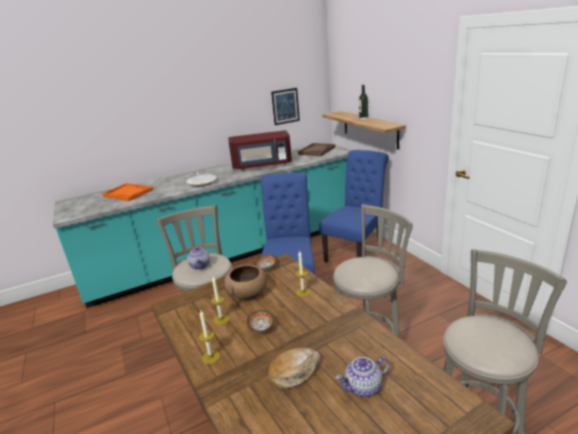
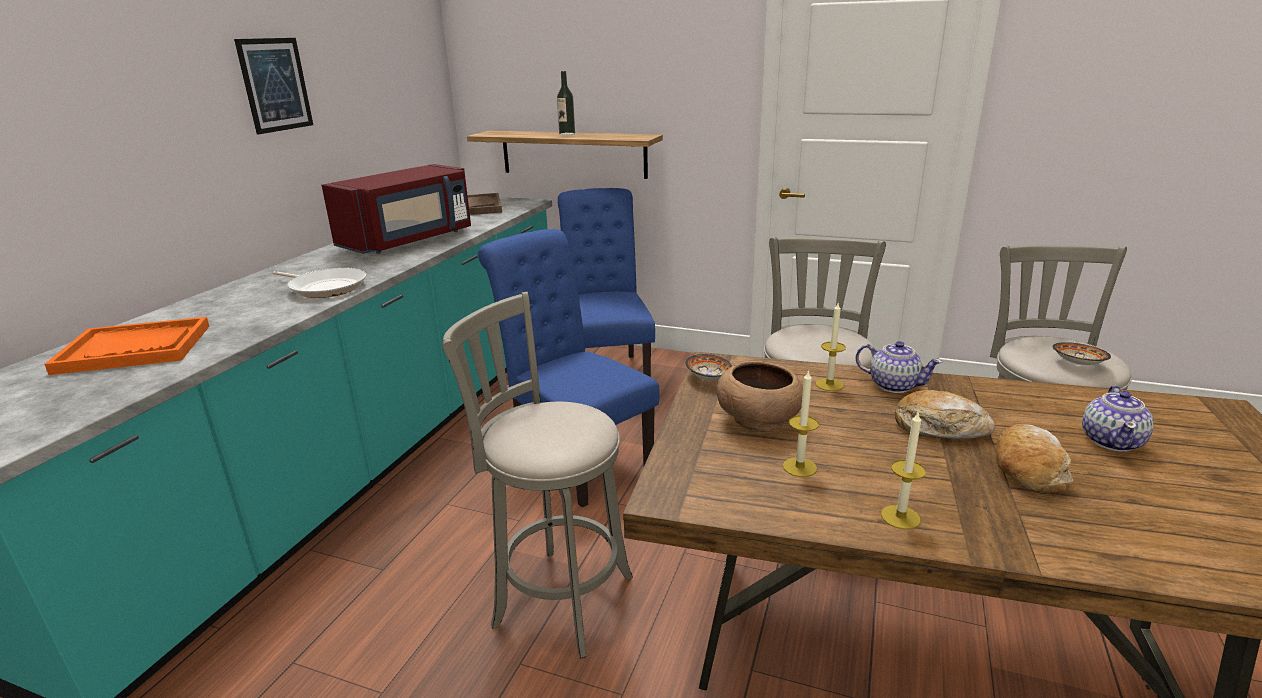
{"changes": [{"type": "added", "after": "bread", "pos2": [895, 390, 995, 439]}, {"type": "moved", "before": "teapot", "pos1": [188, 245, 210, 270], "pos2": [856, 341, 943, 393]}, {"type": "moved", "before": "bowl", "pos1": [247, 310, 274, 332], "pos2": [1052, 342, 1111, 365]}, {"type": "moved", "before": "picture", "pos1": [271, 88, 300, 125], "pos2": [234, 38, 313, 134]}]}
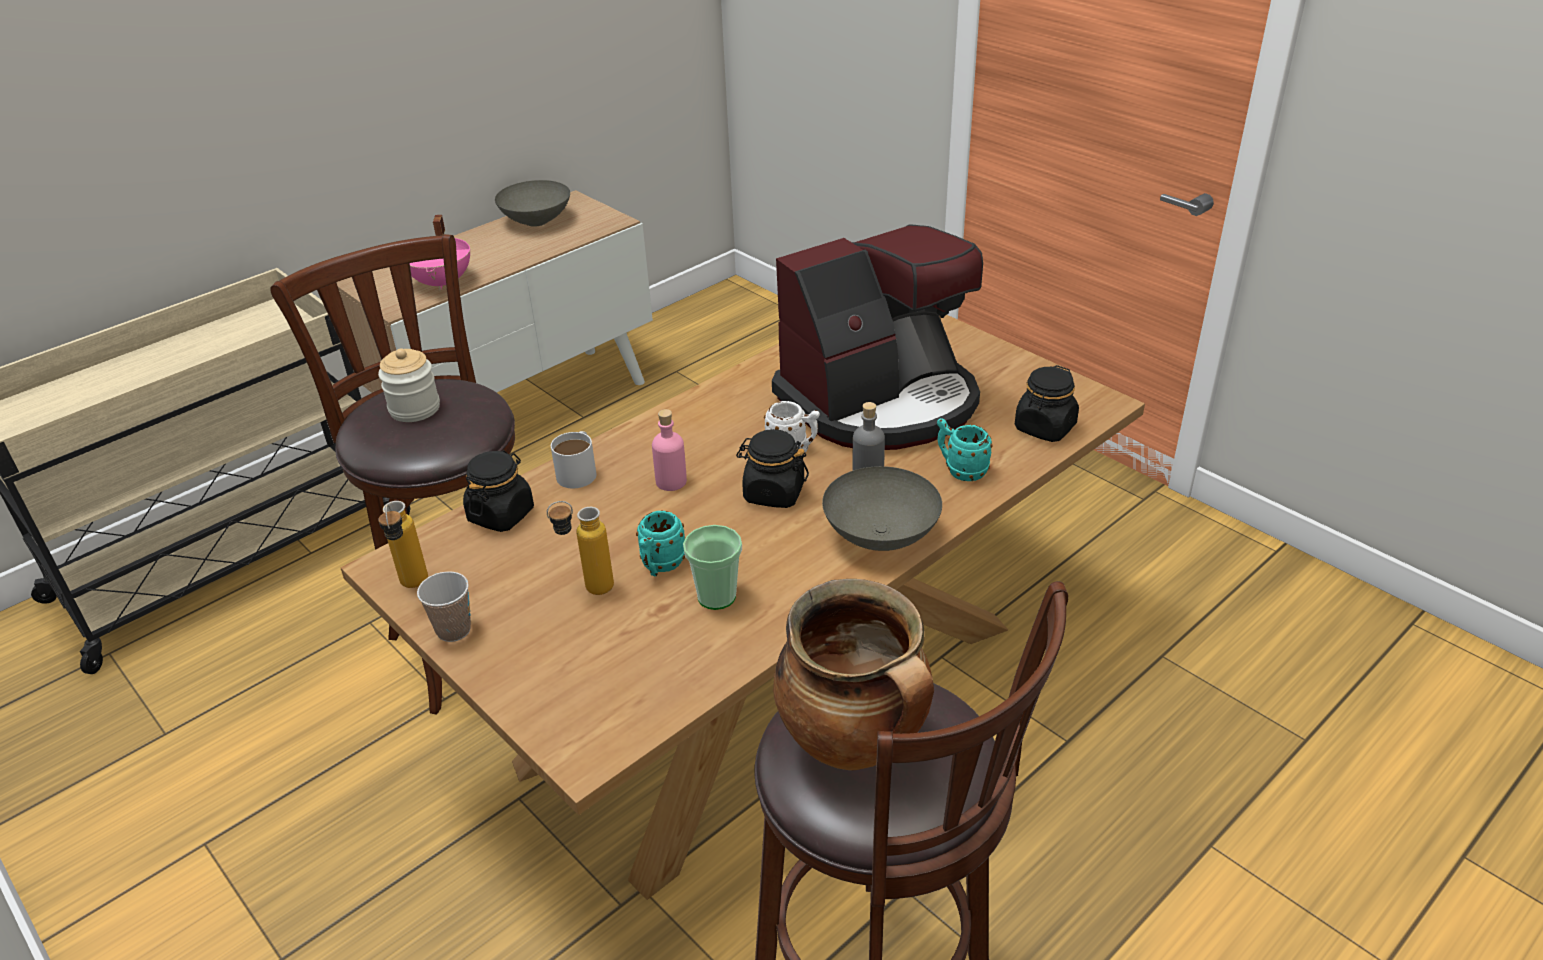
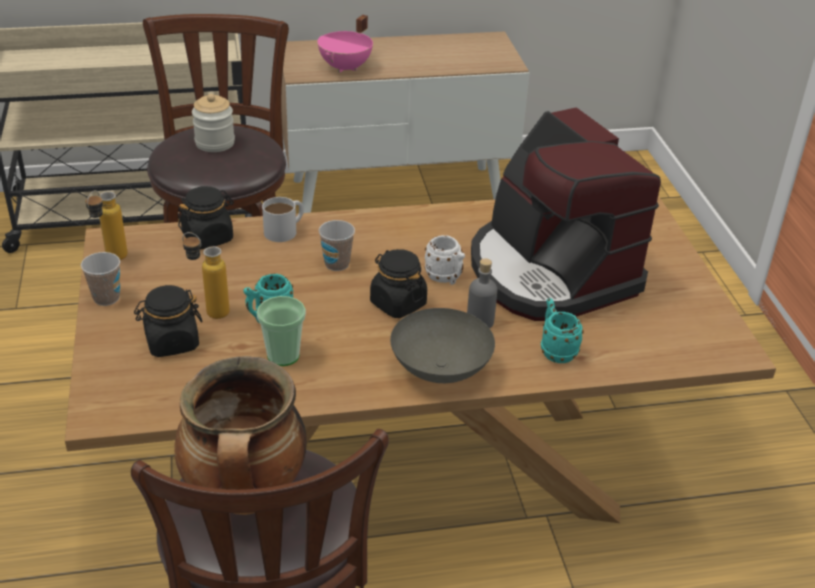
{"changes": [{"type": "removed", "before": "grey bowl", "pos1": [495, 180, 570, 227]}, {"type": "moved", "before": "black jar", "pos1": [1015, 365, 1079, 442], "pos2": [134, 285, 203, 357]}, {"type": "replaced", "before": "pink bottle", "after": "cup", "pos1": [652, 409, 687, 491], "pos2": [319, 220, 355, 271]}, {"type": "turned", "before": "coffee machine", "pos1": [772, 224, 983, 450], "pos2": [471, 107, 661, 321], "turn": 60}]}
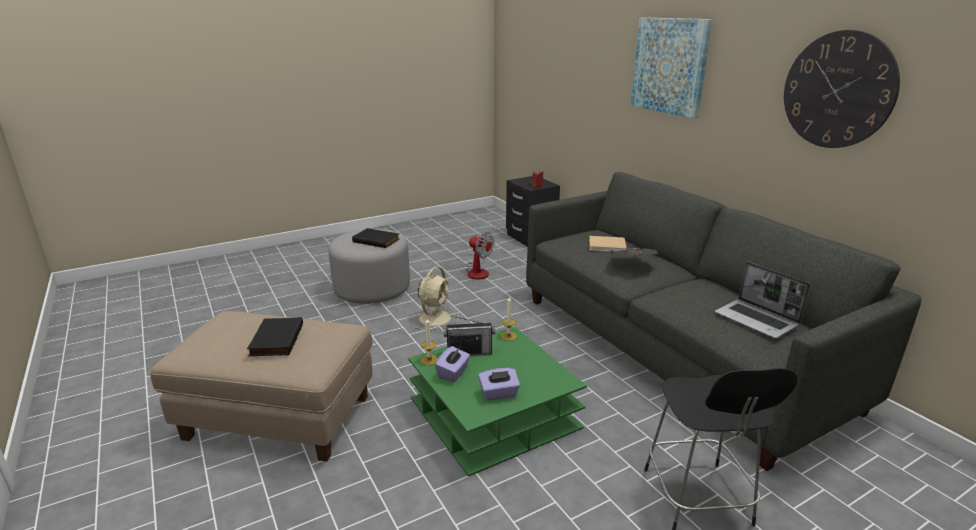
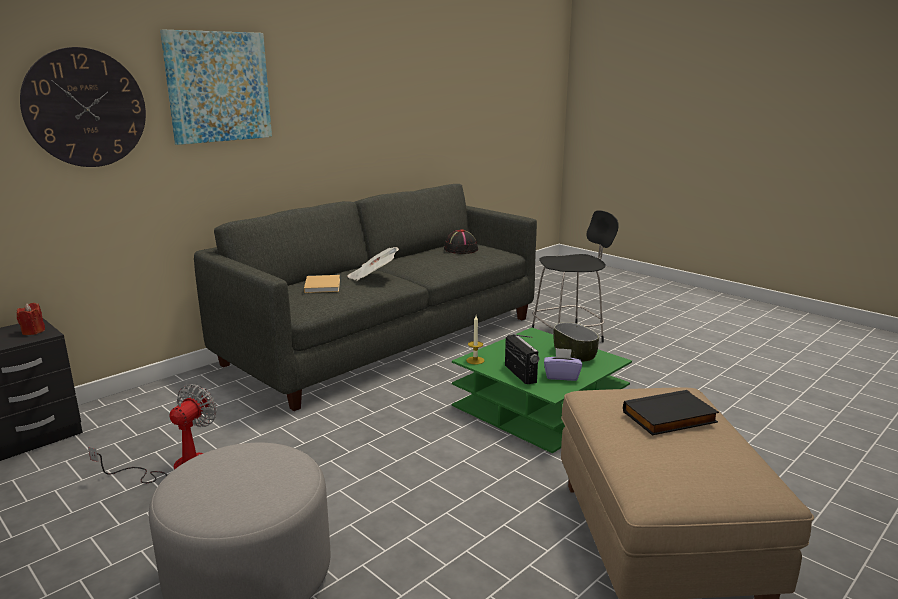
{"changes": [{"type": "removed", "before": "black book", "pos1": [352, 228, 399, 248]}, {"type": "removed", "before": "beige fan", "pos1": [413, 266, 459, 330]}, {"type": "removed", "before": "candle", "pos1": [421, 317, 438, 365]}, {"type": "moved", "before": "wall clock", "pos1": [784, 30, 900, 148], "pos2": [20, 47, 146, 167]}, {"type": "replaced", "before": "purple tissue box", "after": "bowl", "pos1": [478, 368, 520, 401], "pos2": [553, 322, 599, 362]}, {"type": "replaced", "before": "laptop", "after": "black hat", "pos1": [715, 262, 810, 339], "pos2": [444, 229, 478, 254]}]}
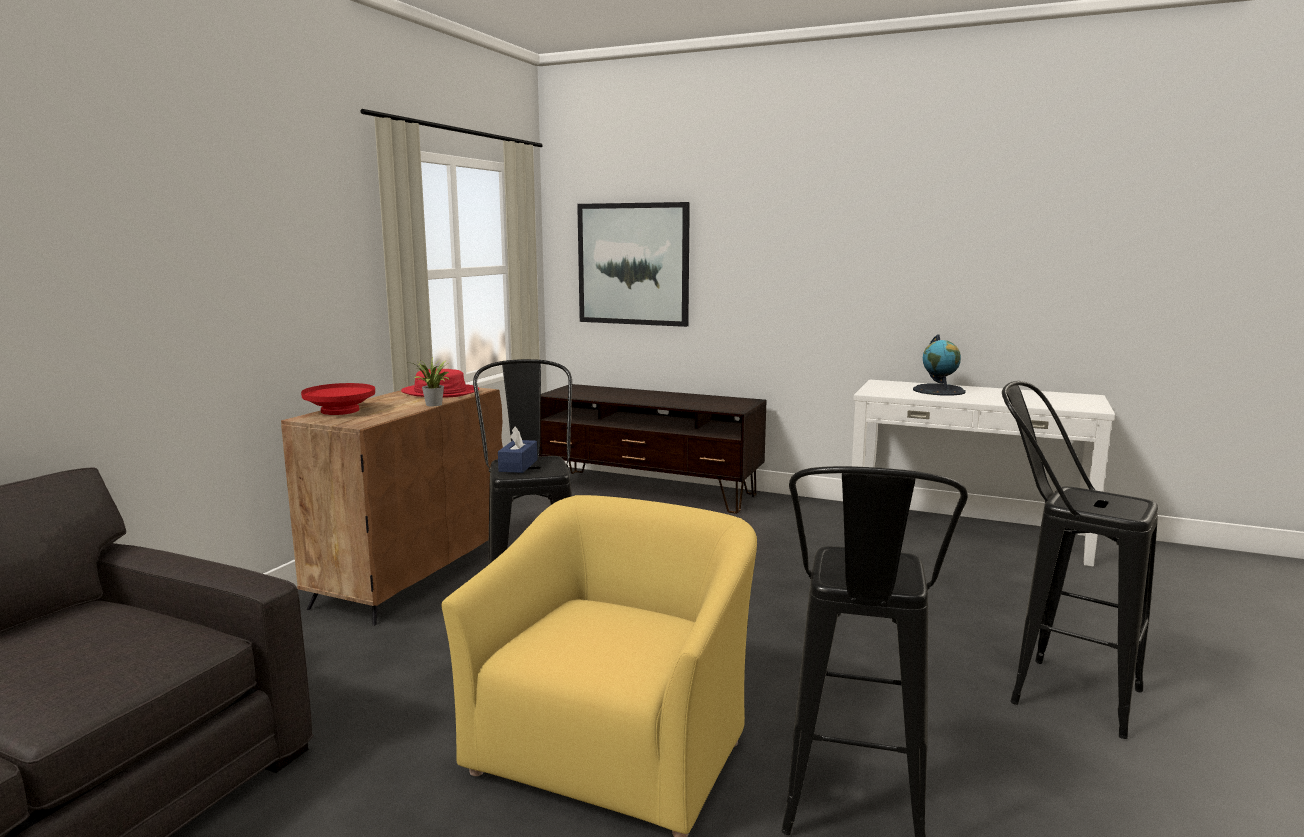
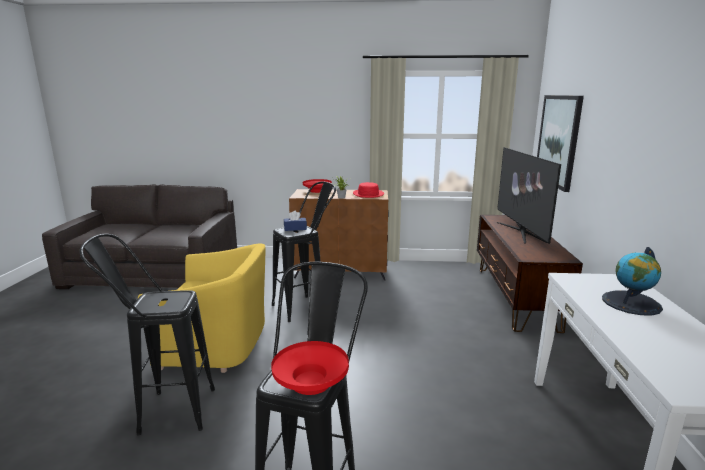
{"changes": [{"type": "added", "after": "red bowl", "pos2": [271, 341, 349, 395]}, {"type": "added", "after": "television", "pos2": [497, 147, 561, 244]}]}
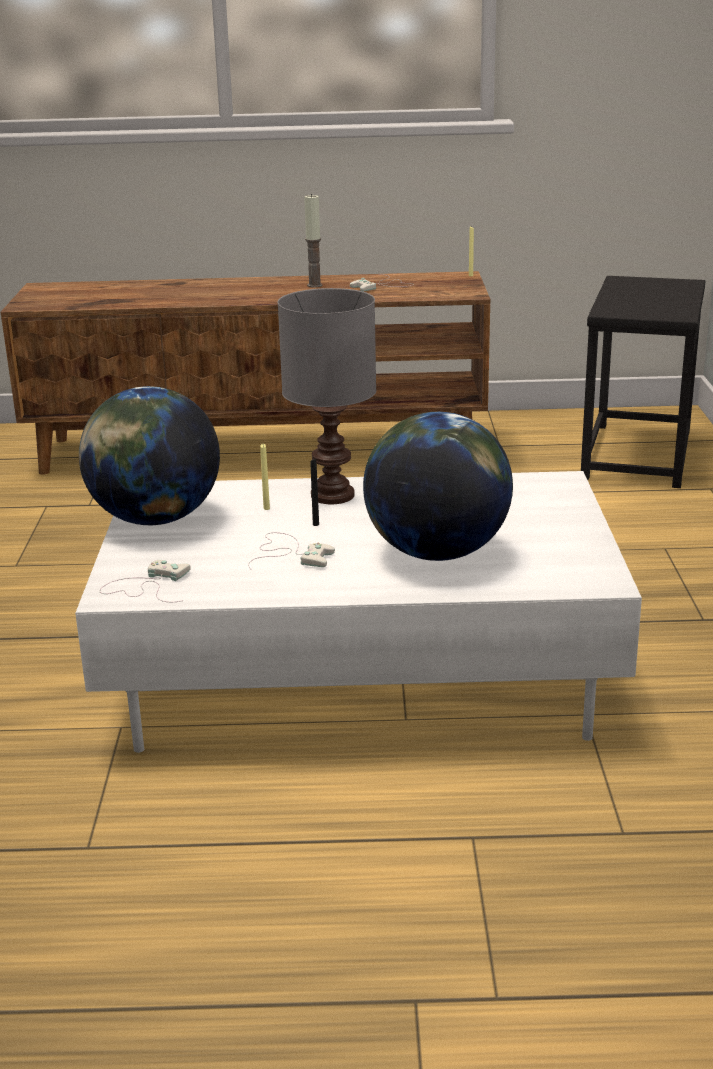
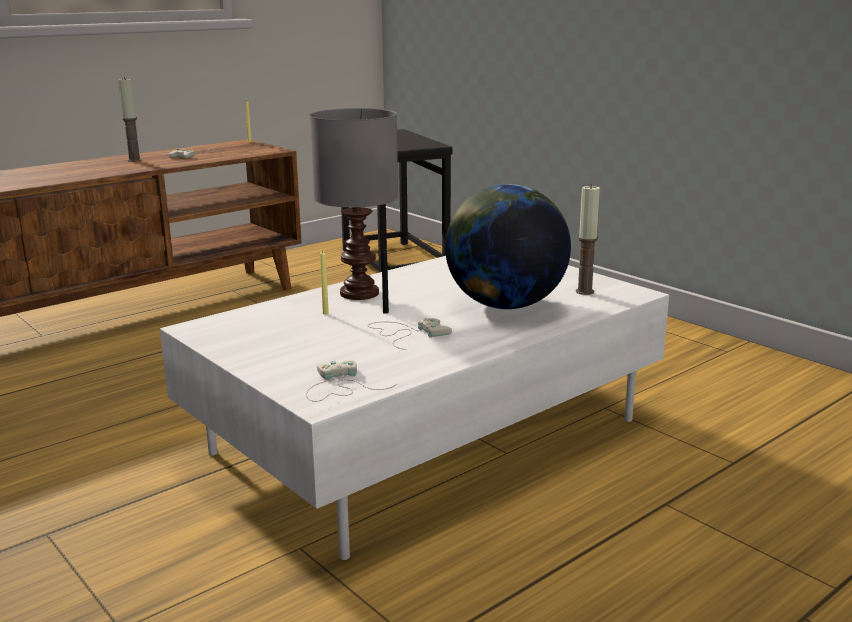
{"changes": [{"type": "removed", "before": "globe", "pos1": [79, 386, 220, 525]}, {"type": "added", "after": "candle", "pos2": [576, 184, 600, 295]}]}
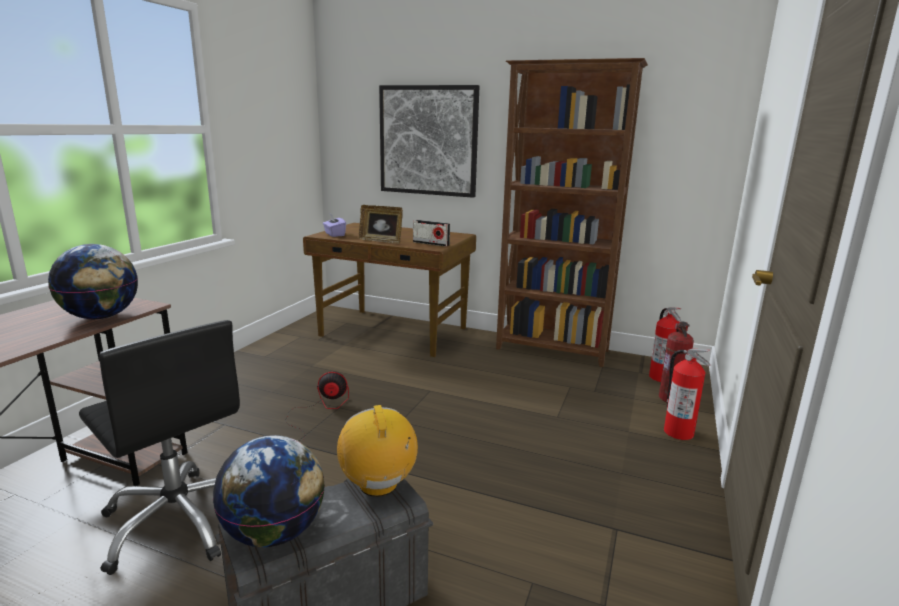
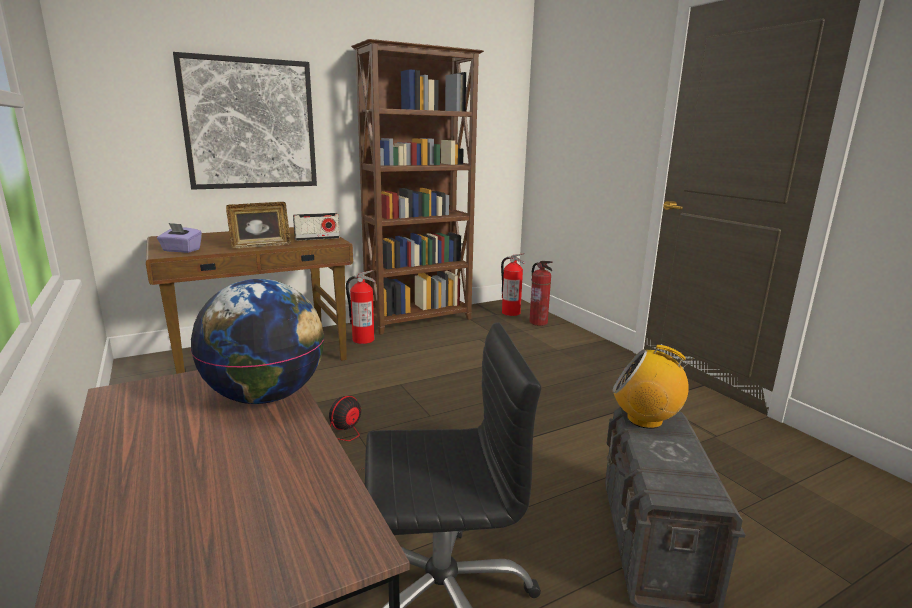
{"changes": [{"type": "removed", "before": "globe", "pos1": [213, 435, 325, 547]}, {"type": "moved", "before": "fire extinguisher", "pos1": [664, 349, 710, 440], "pos2": [346, 270, 375, 344]}]}
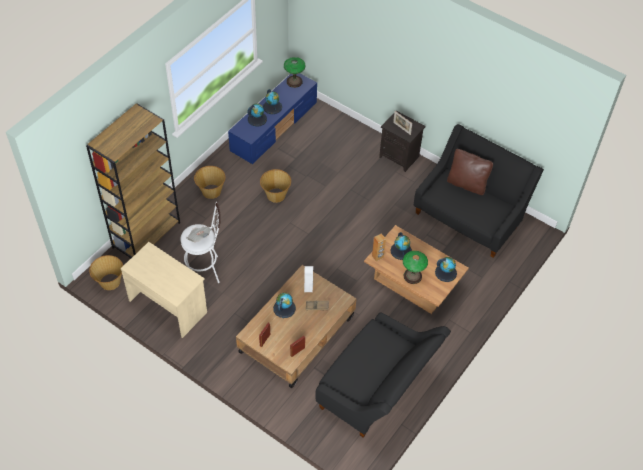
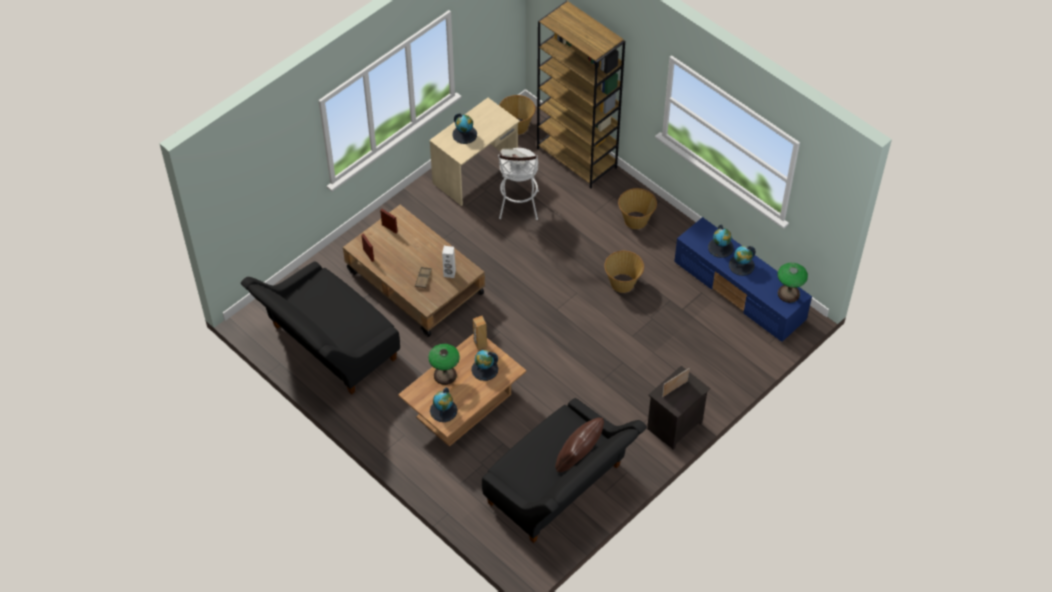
{"changes": [{"type": "moved", "before": "globe", "pos1": [273, 292, 296, 318], "pos2": [452, 113, 477, 144]}]}
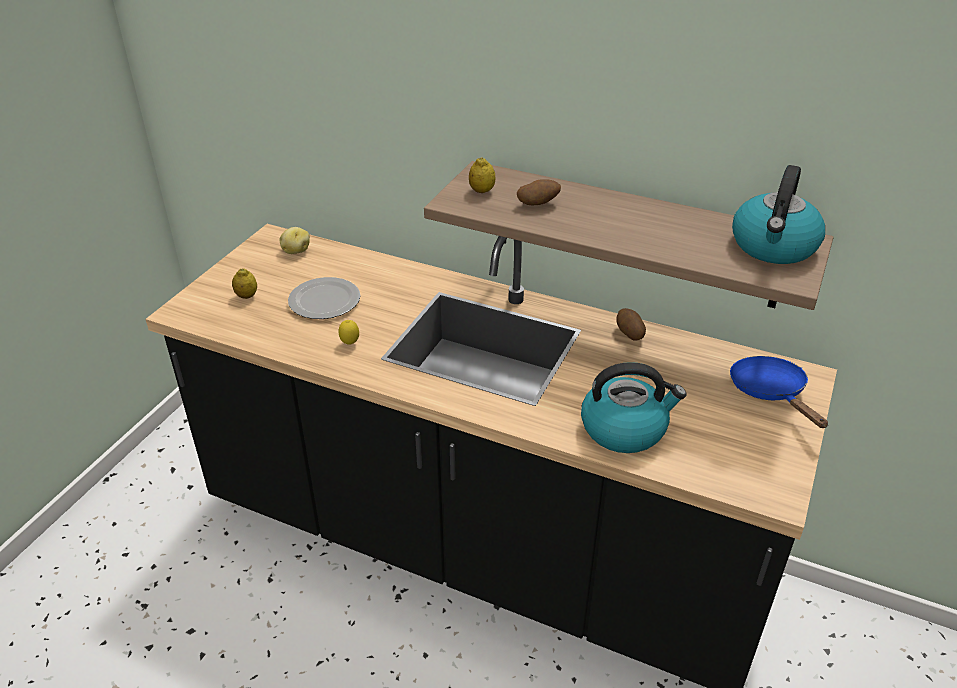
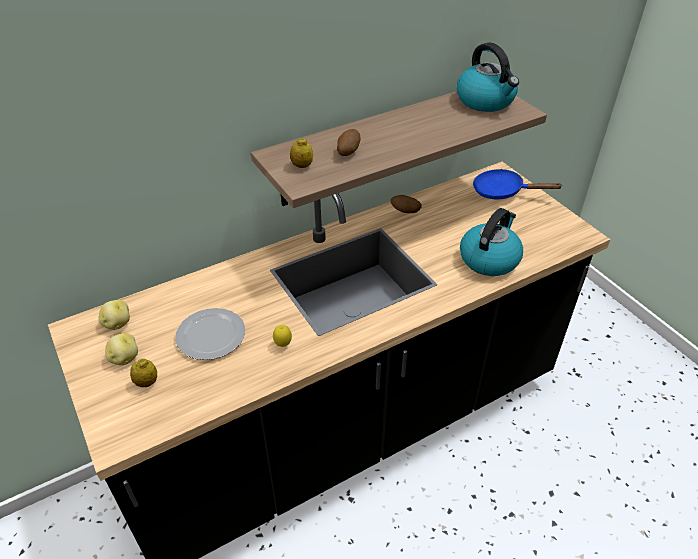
{"changes": [{"type": "added", "after": "potato", "pos2": [105, 333, 138, 365]}]}
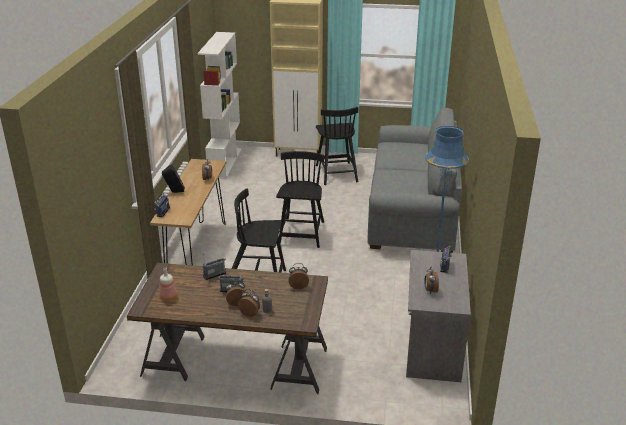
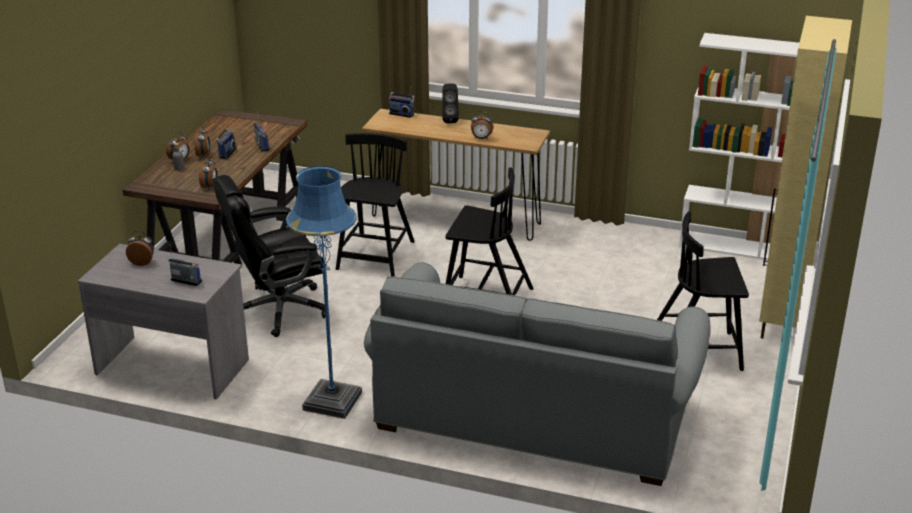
{"changes": [{"type": "removed", "before": "bottle", "pos1": [159, 267, 177, 302]}, {"type": "added", "after": "black office chair", "pos2": [212, 175, 326, 337]}]}
